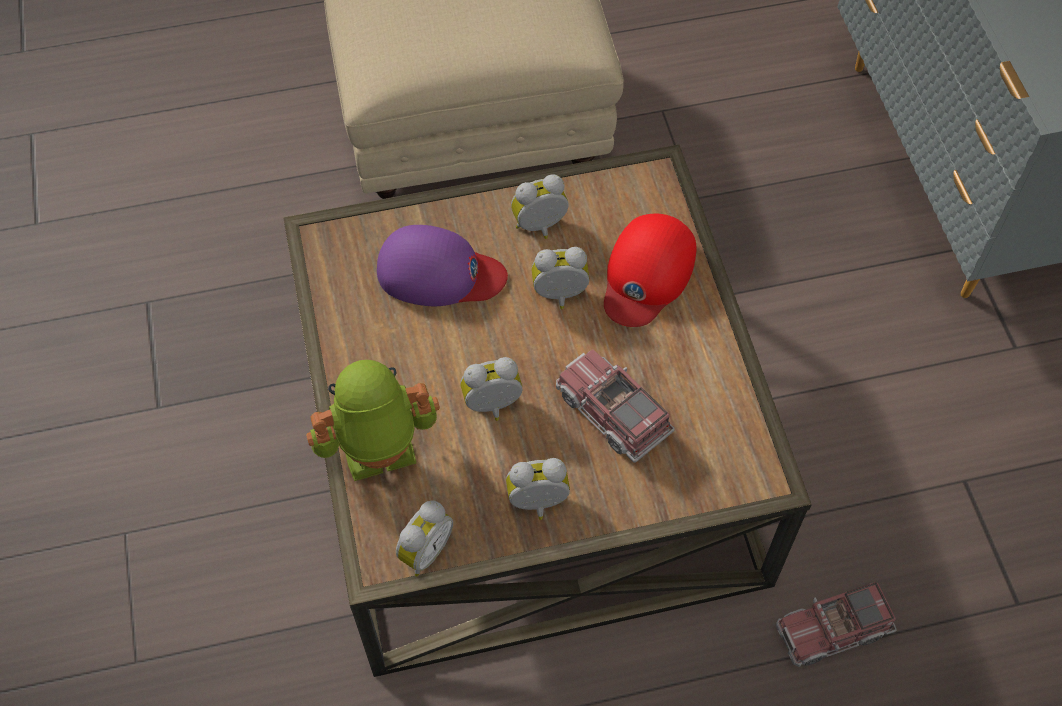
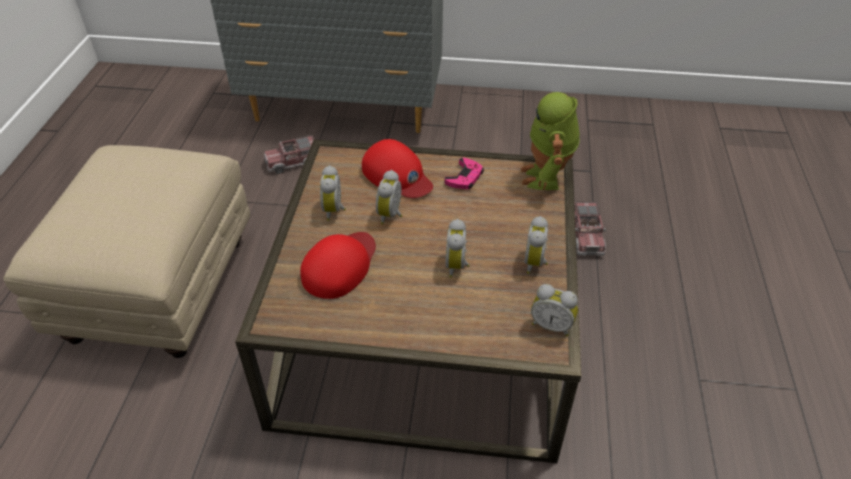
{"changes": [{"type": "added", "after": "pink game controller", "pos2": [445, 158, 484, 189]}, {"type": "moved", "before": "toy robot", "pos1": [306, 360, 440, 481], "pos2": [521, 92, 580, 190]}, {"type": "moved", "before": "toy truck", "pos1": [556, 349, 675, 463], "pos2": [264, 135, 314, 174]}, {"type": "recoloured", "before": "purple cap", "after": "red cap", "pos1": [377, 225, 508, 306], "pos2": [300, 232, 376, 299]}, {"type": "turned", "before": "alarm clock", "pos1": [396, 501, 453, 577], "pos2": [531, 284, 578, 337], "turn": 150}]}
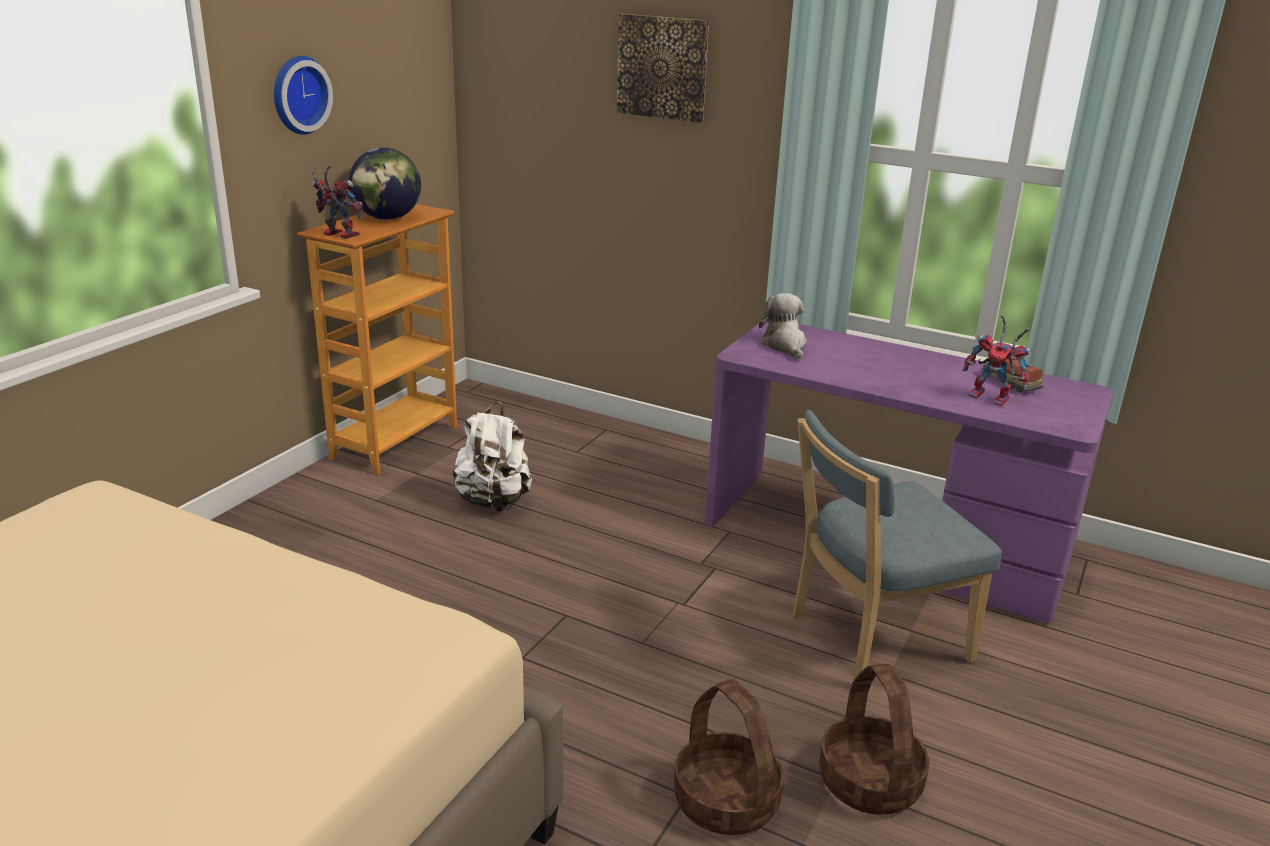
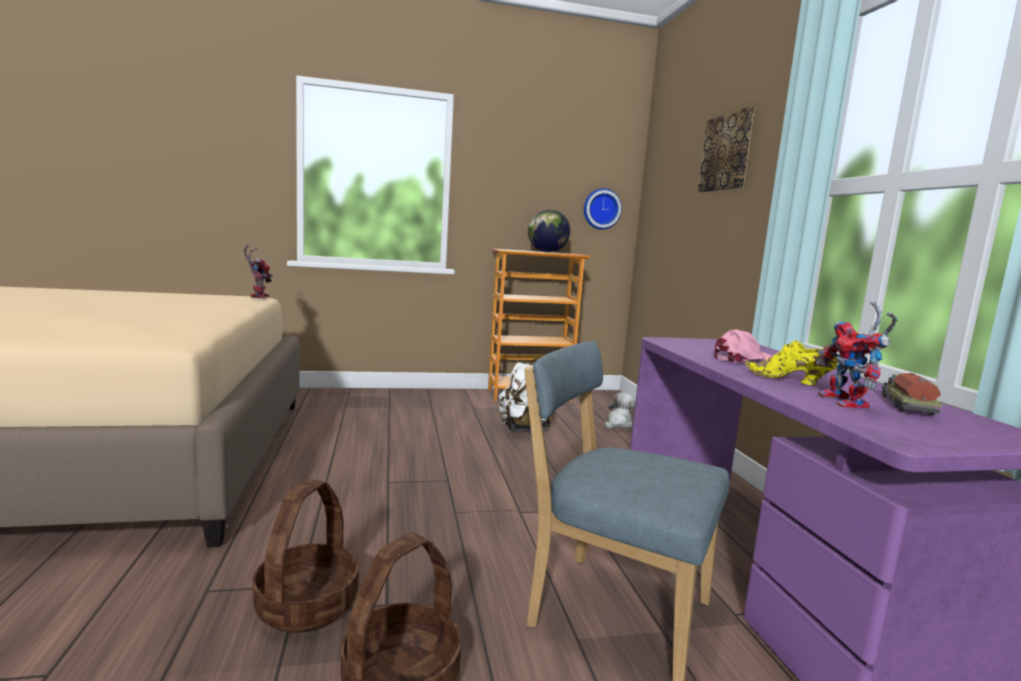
{"changes": [{"type": "added", "after": "pink cap", "pos2": [715, 329, 772, 363]}, {"type": "added", "after": "yellow shoe", "pos2": [745, 340, 838, 385]}, {"type": "moved", "before": "wall clock", "pos1": [274, 56, 333, 135], "pos2": [584, 188, 622, 230]}, {"type": "moved", "before": "toy robot", "pos1": [311, 164, 365, 239], "pos2": [244, 245, 272, 298]}, {"type": "moved", "before": "plush toy", "pos1": [759, 293, 807, 360], "pos2": [605, 392, 635, 429]}]}
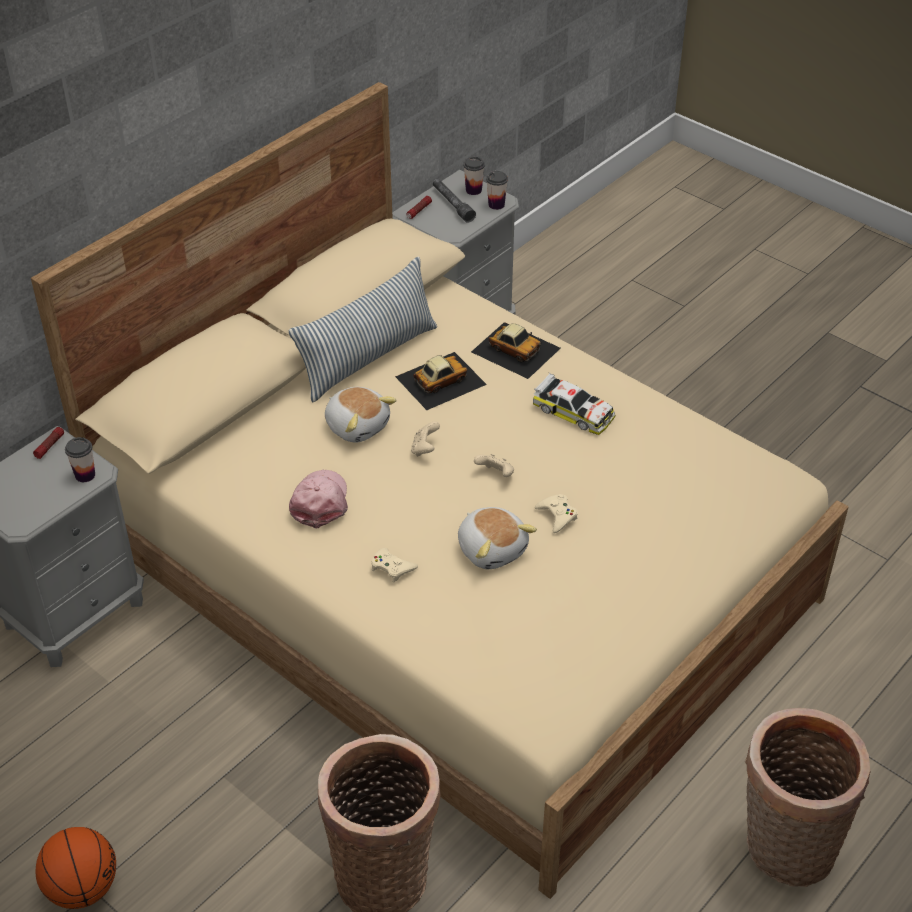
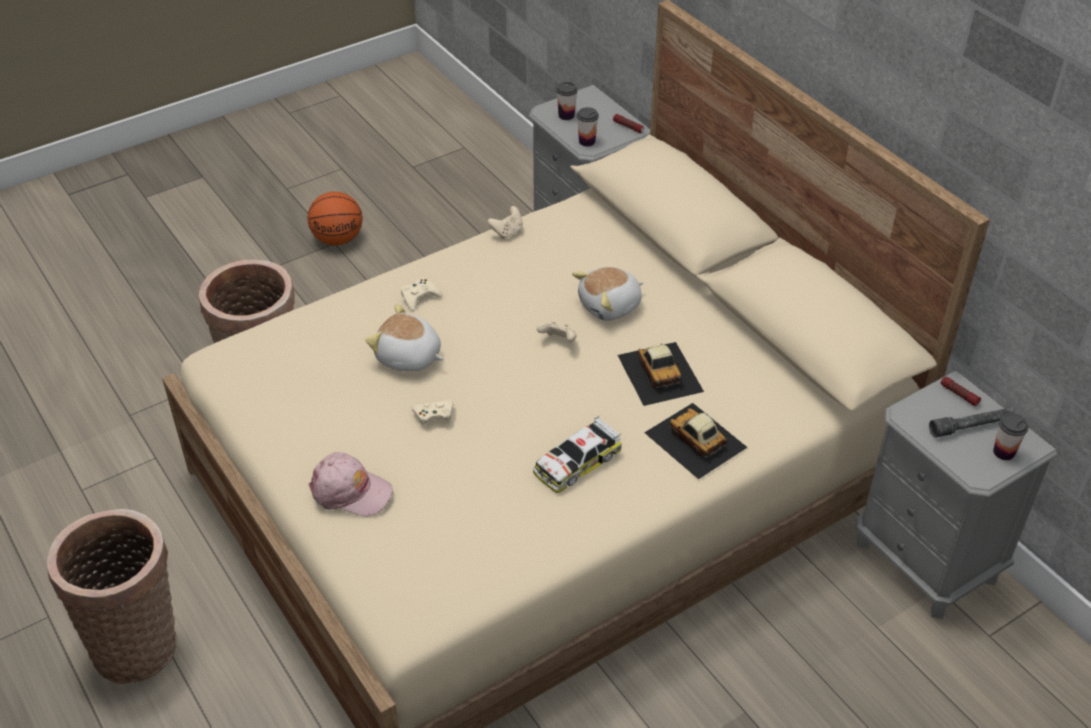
{"changes": [{"type": "removed", "before": "pillow", "pos1": [289, 257, 437, 402]}, {"type": "moved", "before": "pink cap", "pos1": [289, 469, 348, 529], "pos2": [309, 452, 393, 517]}, {"type": "moved", "before": "beige game controller", "pos1": [474, 454, 514, 477], "pos2": [487, 206, 523, 239]}, {"type": "moved", "before": "cup", "pos1": [486, 171, 508, 210], "pos2": [556, 82, 578, 120]}, {"type": "turned", "before": "plush toy", "pos1": [458, 507, 537, 569], "pos2": [365, 304, 444, 372], "turn": 45}, {"type": "turned", "before": "toy car", "pos1": [471, 322, 561, 379], "pos2": [644, 403, 748, 479], "turn": 90}]}
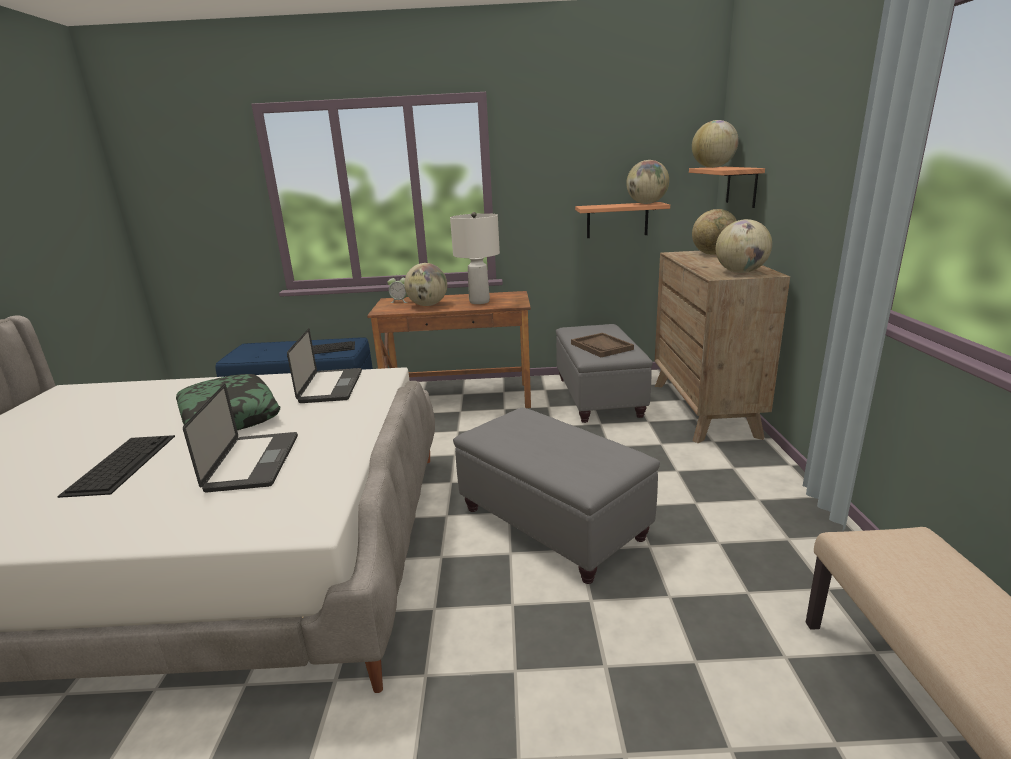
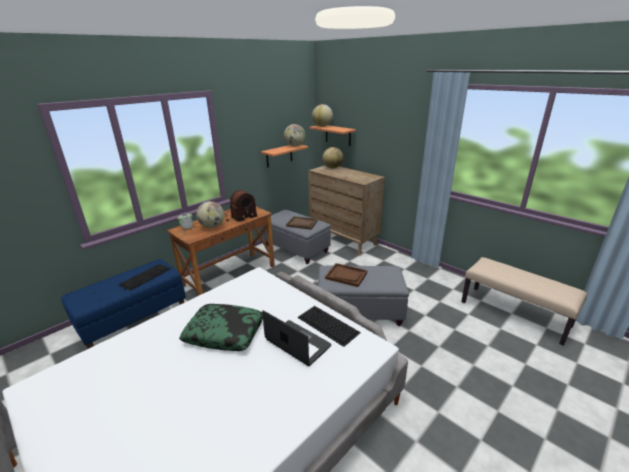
{"changes": [{"type": "removed", "before": "laptop", "pos1": [287, 328, 362, 403]}, {"type": "removed", "before": "globe", "pos1": [716, 219, 772, 273]}, {"type": "added", "after": "brown tray", "pos2": [325, 263, 367, 287]}, {"type": "moved", "before": "keyboard", "pos1": [57, 435, 175, 498], "pos2": [298, 306, 361, 347]}, {"type": "replaced", "before": "white table lamp", "after": "radio", "pos1": [450, 212, 500, 304], "pos2": [225, 190, 257, 222]}]}
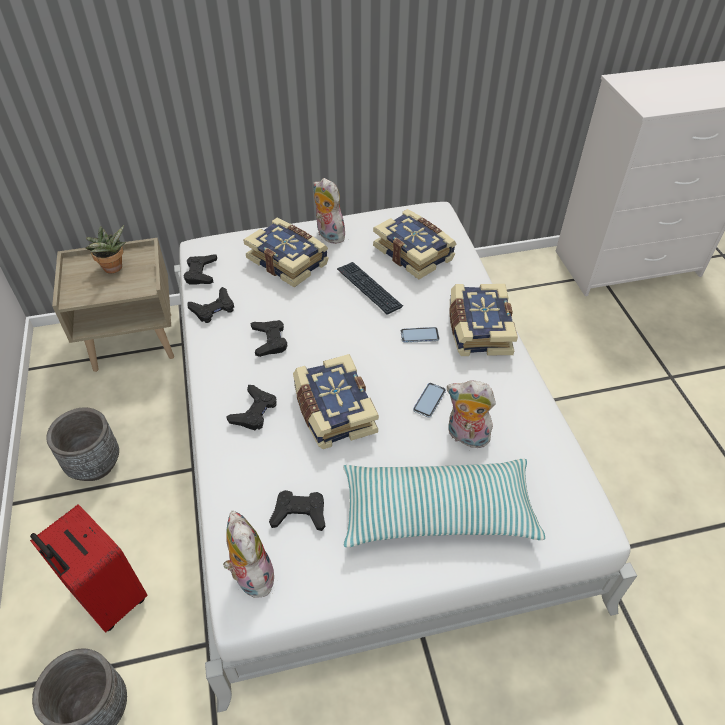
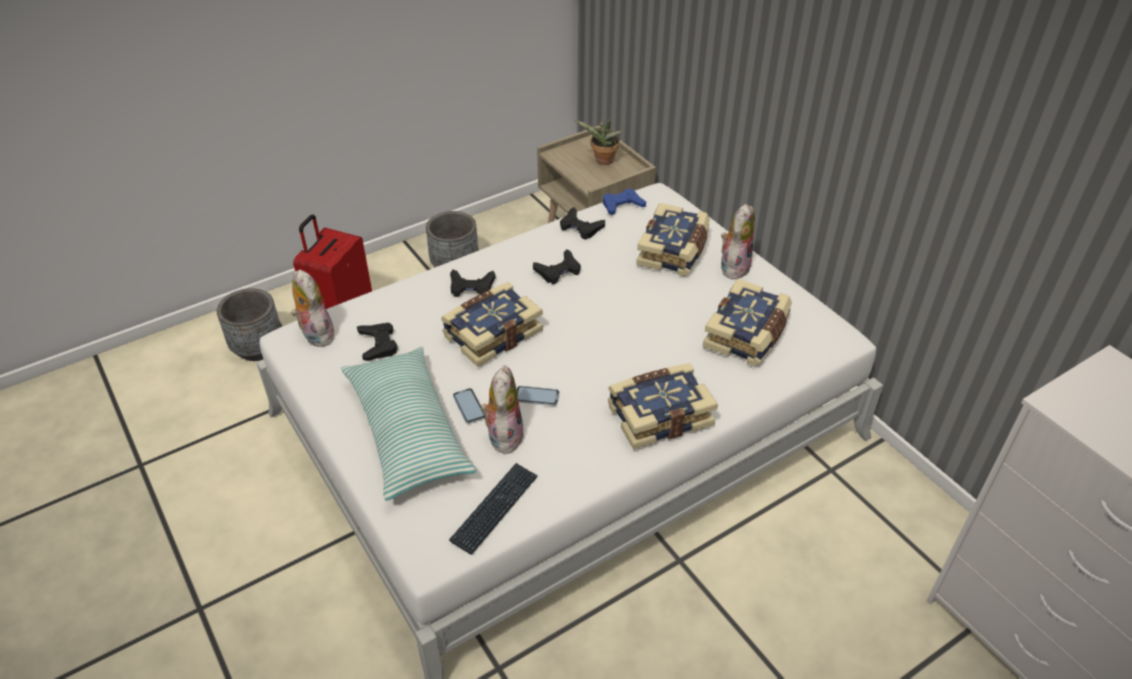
{"changes": [{"type": "moved", "before": "keyboard", "pos1": [337, 262, 403, 314], "pos2": [449, 463, 538, 555]}, {"type": "moved", "before": "phone", "pos1": [401, 327, 439, 343], "pos2": [453, 388, 485, 424]}, {"type": "recoloured", "before": "black game controller", "after": "blue game controller", "pos1": [184, 254, 217, 284], "pos2": [603, 189, 646, 215]}, {"type": "turned", "before": "plush toy", "pos1": [223, 511, 274, 598], "pos2": [291, 269, 334, 347], "turn": -75}]}
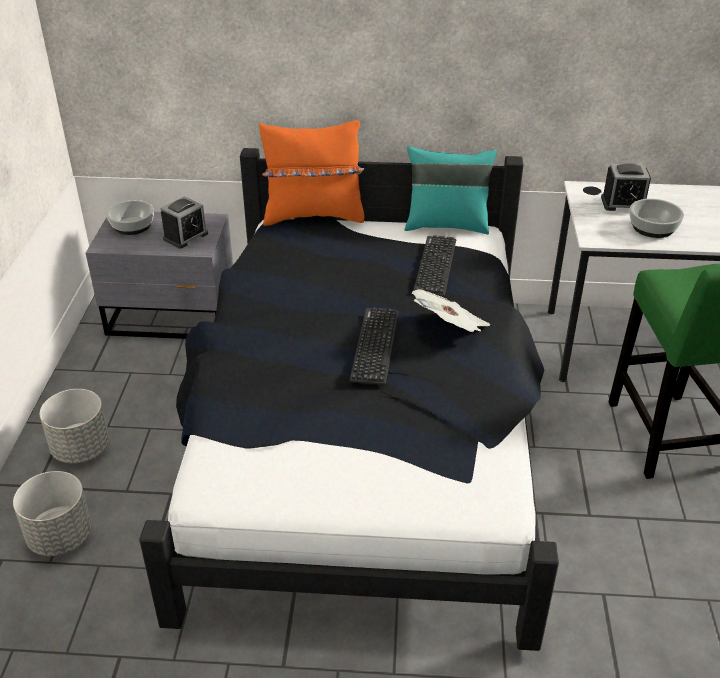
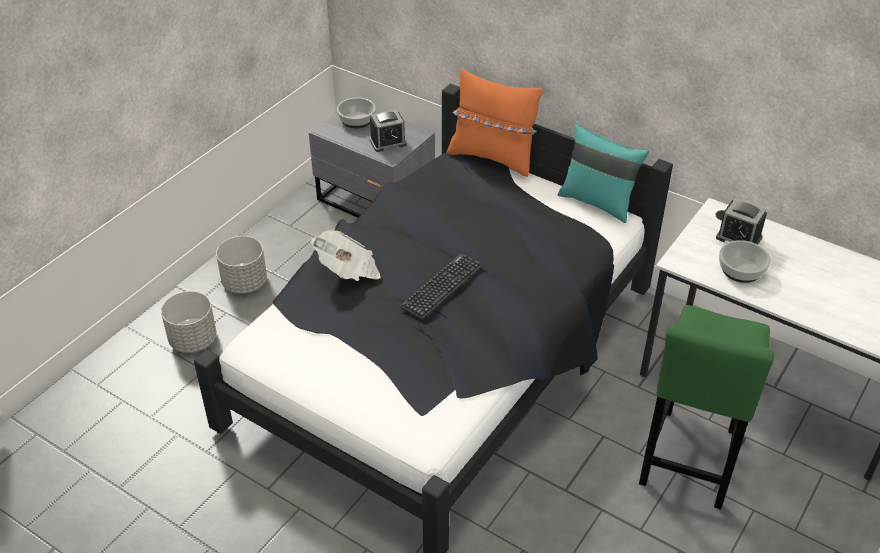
{"changes": [{"type": "removed", "before": "keyboard", "pos1": [413, 235, 456, 297]}, {"type": "moved", "before": "newspaper", "pos1": [412, 289, 490, 332], "pos2": [311, 230, 381, 281]}]}
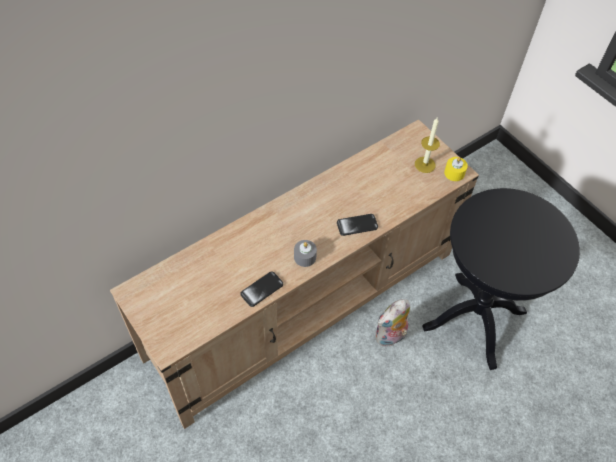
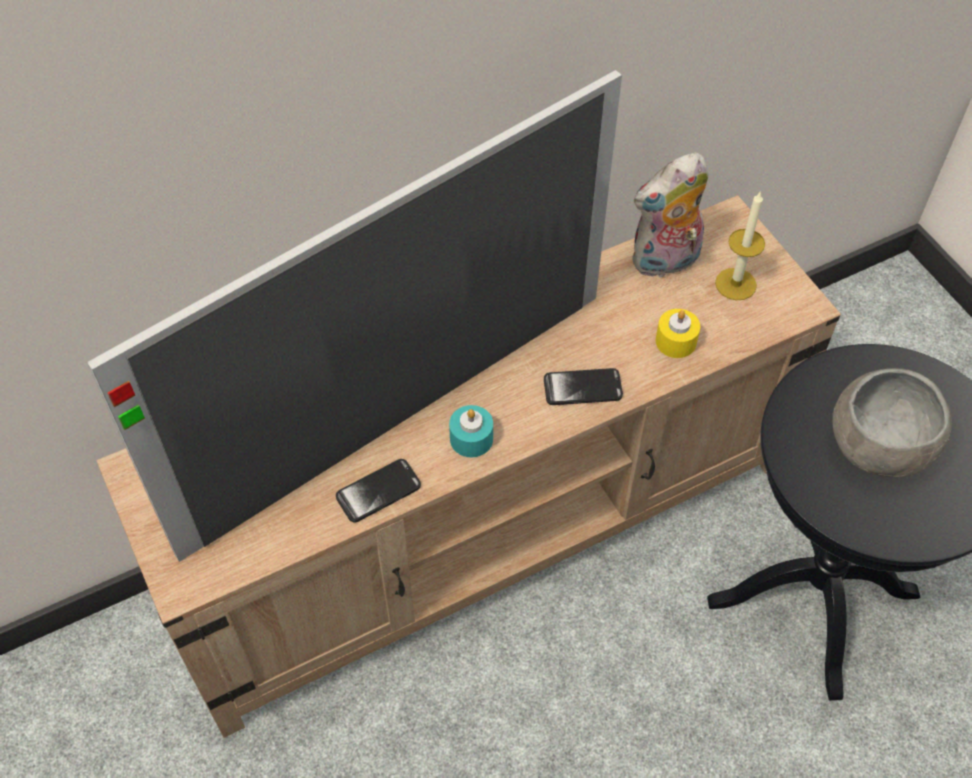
{"changes": [{"type": "added", "after": "television", "pos2": [87, 70, 622, 562]}, {"type": "added", "after": "grey bowl", "pos2": [832, 368, 952, 478]}, {"type": "moved", "before": "plush toy", "pos1": [375, 299, 410, 347], "pos2": [632, 153, 709, 279]}, {"type": "moved", "before": "yellow candle", "pos1": [444, 157, 468, 181], "pos2": [656, 309, 700, 358]}, {"type": "recoloured", "before": "grey candle", "after": "turquoise candle", "pos1": [294, 240, 317, 267], "pos2": [449, 405, 493, 457]}]}
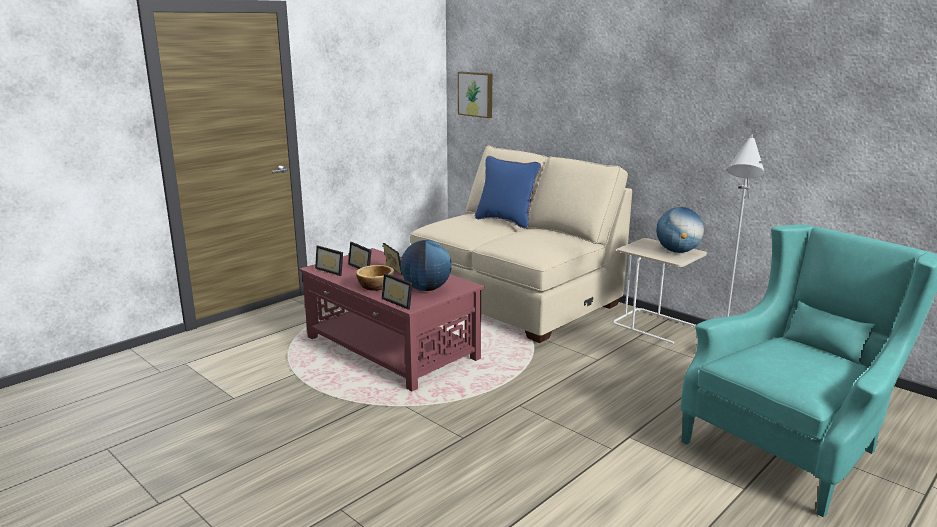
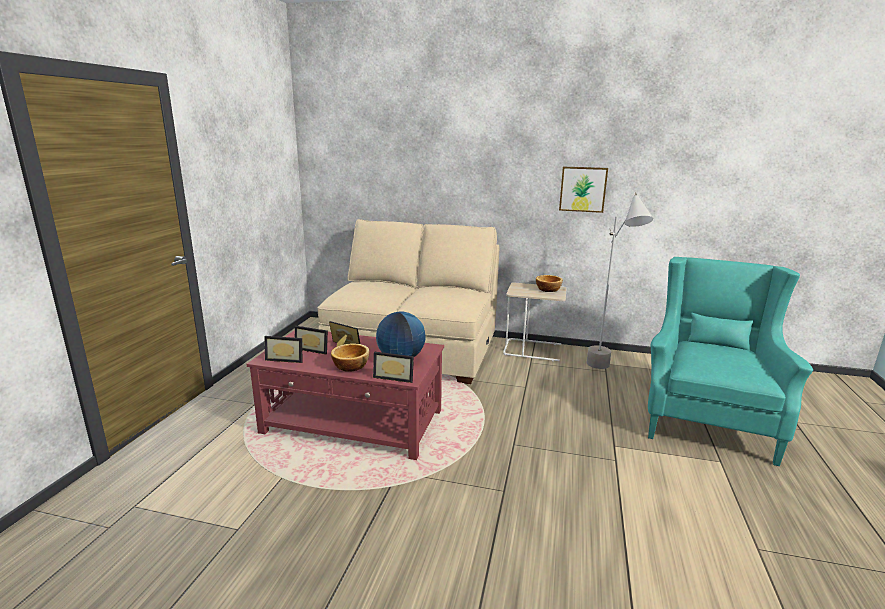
{"changes": [{"type": "removed", "before": "blue pillow", "pos1": [475, 156, 541, 228]}, {"type": "moved", "before": "picture", "pos1": [458, 72, 492, 118], "pos2": [559, 167, 608, 213]}, {"type": "replaced", "before": "globe", "after": "bowl", "pos1": [656, 207, 704, 253], "pos2": [536, 275, 563, 292]}]}
